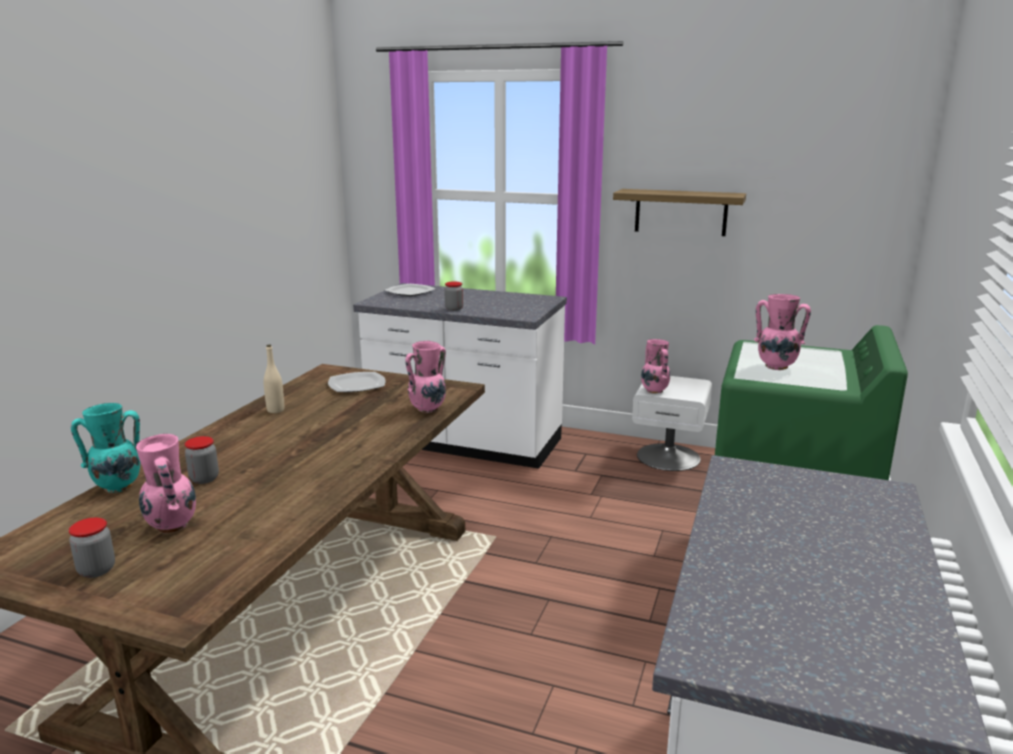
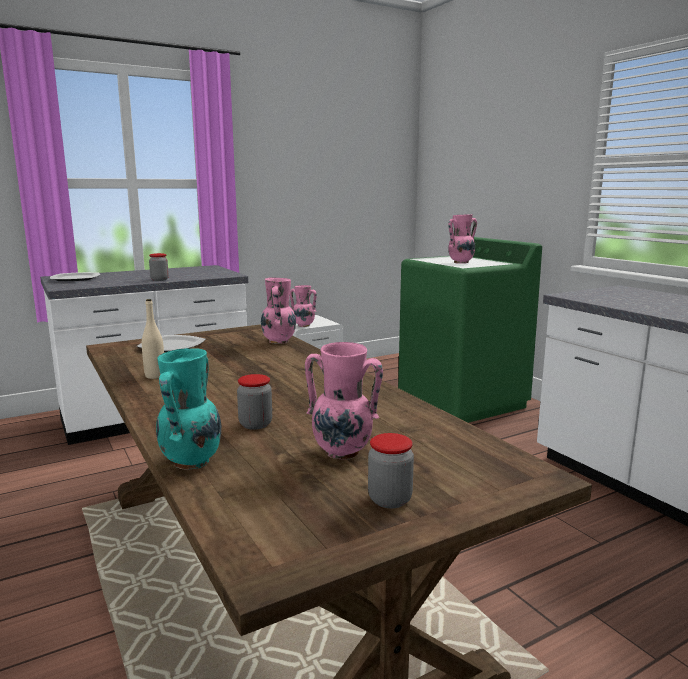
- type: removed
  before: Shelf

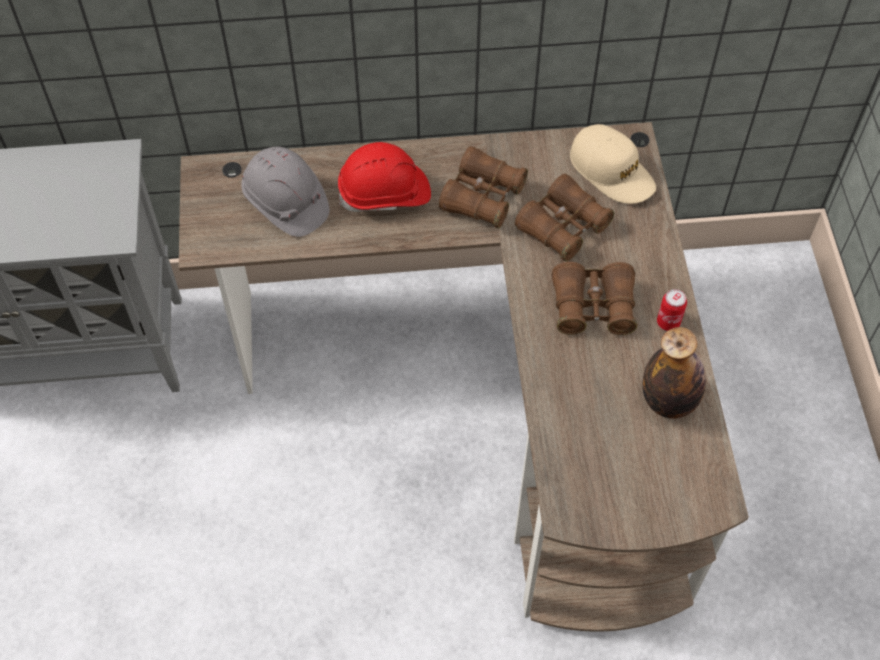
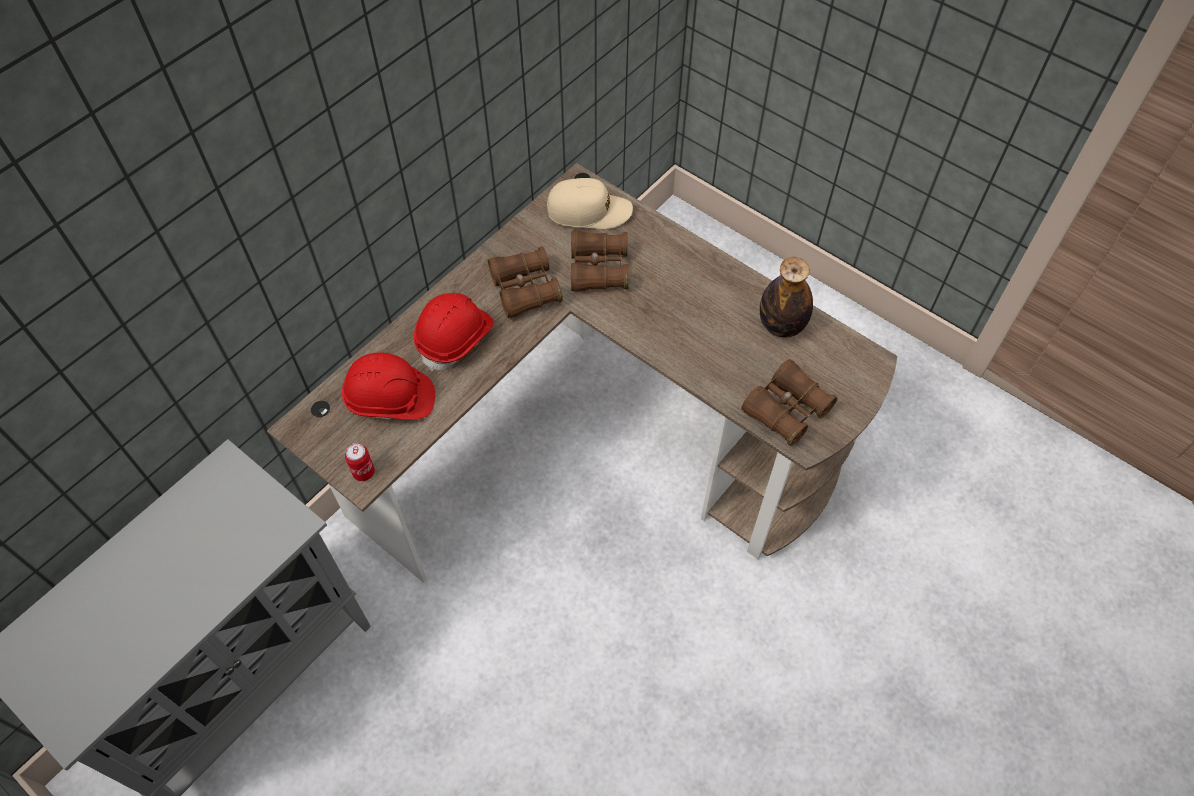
- type: recoloured
  before: GreyHardHat
  after: RedHardHat (1st from left)
- type: moved
  before: BrownBinoculars (3rd from left)
- type: moved
  before: Can

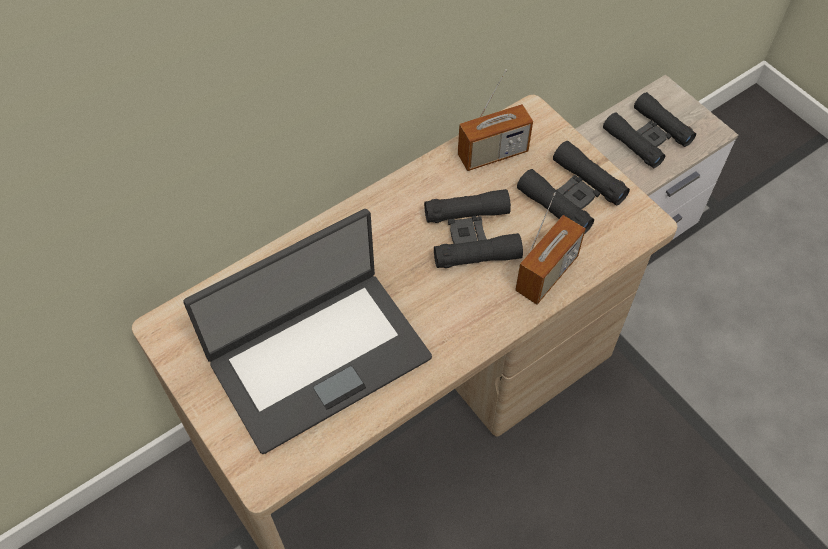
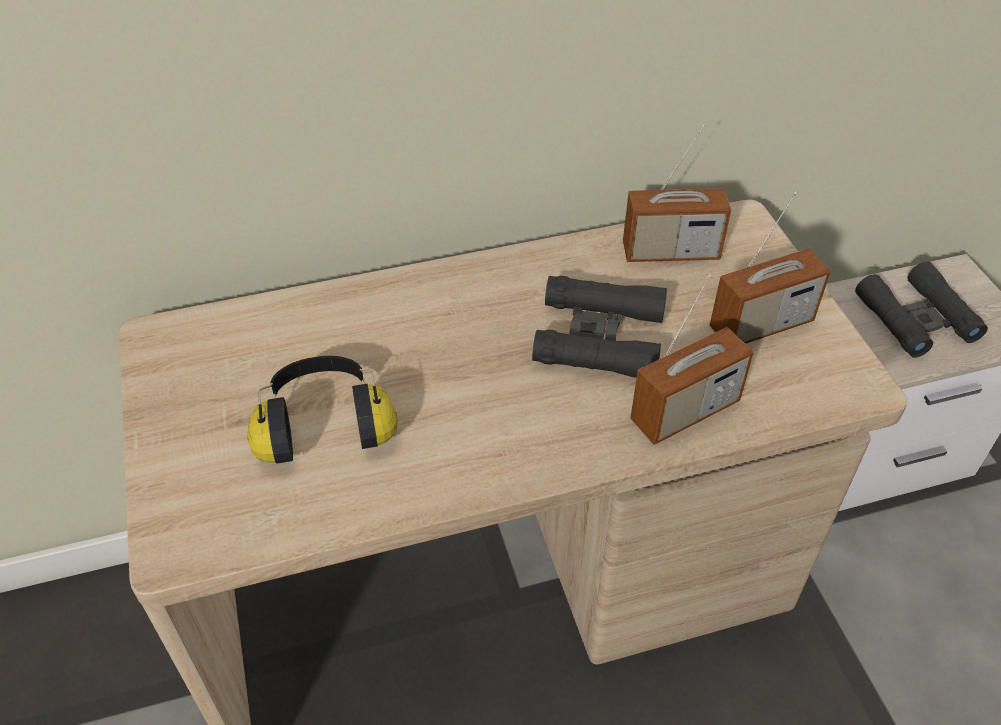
- type: replaced
  before: BlackBinoculars (2nd from left)
  after: Radio (3rd from left)
- type: replaced
  before: Laptop
  after: Headphones

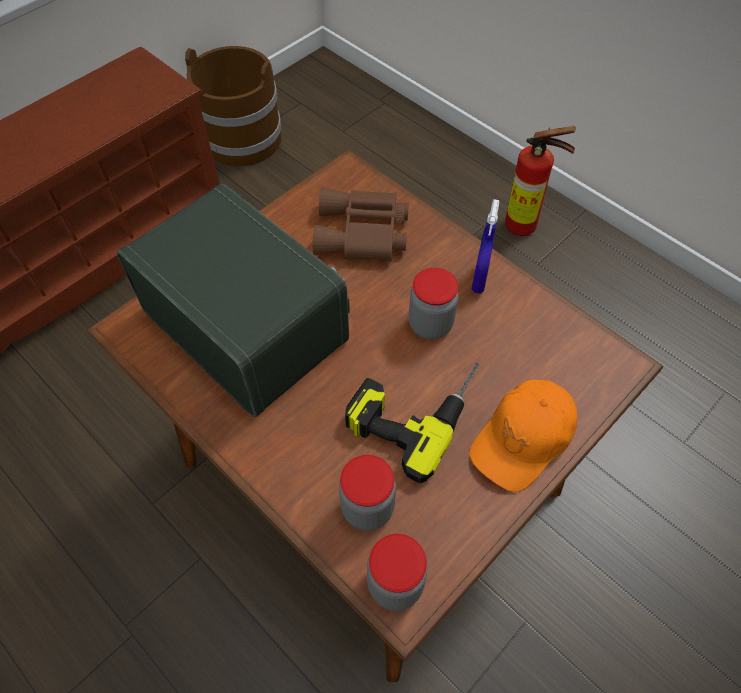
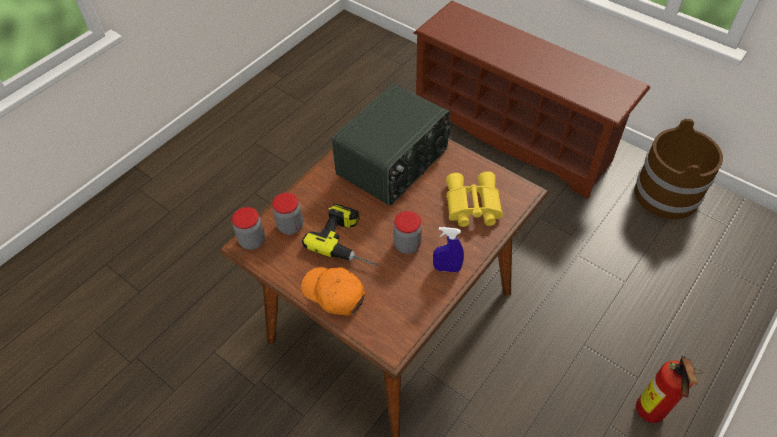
- type: recoloured
  before: BrownBinoculars
  after: YellowBinoculars

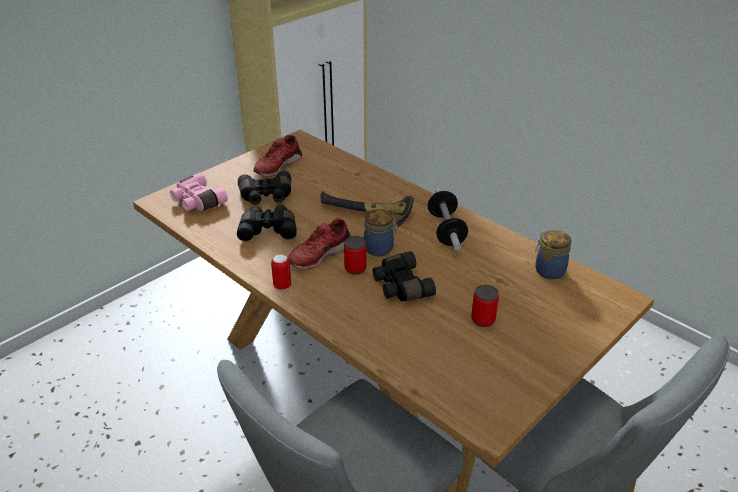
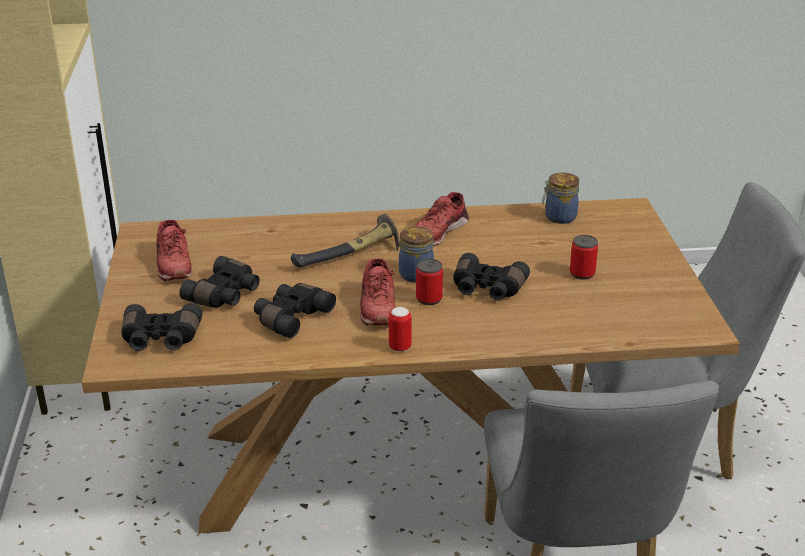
- type: recoloured
  before: PinkBinoculars
  after: BlackBinoculars (1st from left)
- type: replaced
  before: Dumbbell
  after: RedShoe (3rd from left)

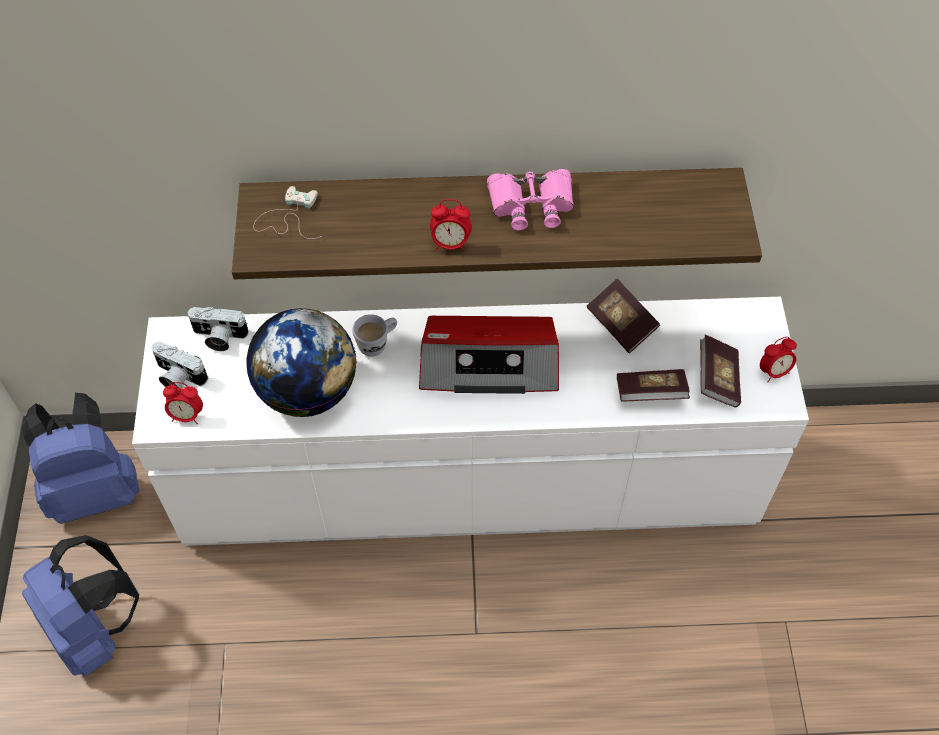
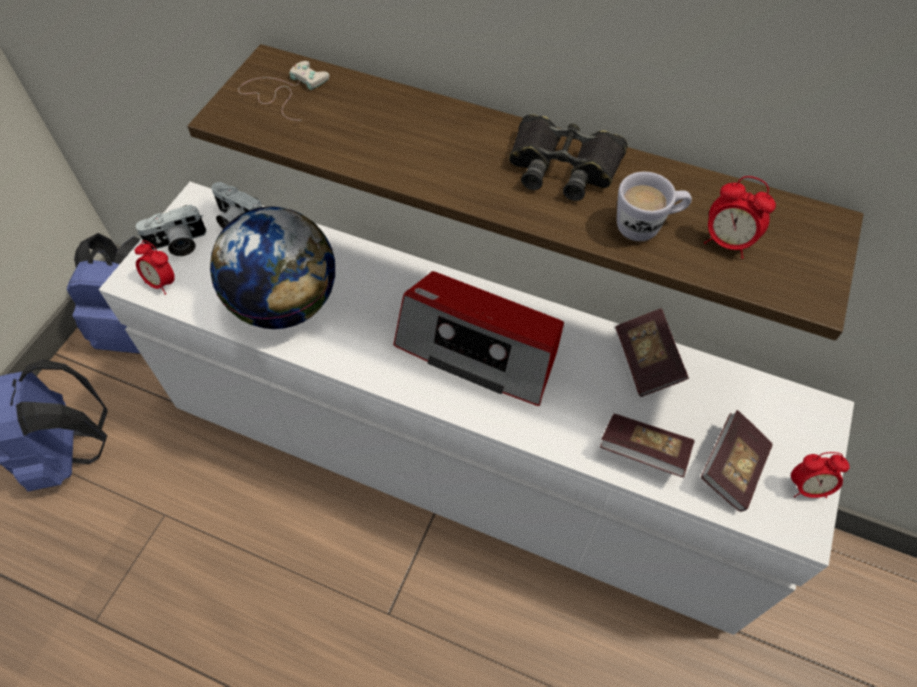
- type: recoloured
  before: PinkBinoculars
  after: BlackBinoculars
- type: moved
  before: AlarmClock (2nd from left)
- type: moved
  before: WhiteMug
- type: turned
  before: PhotoCamera (1st from left)
  turn: -75

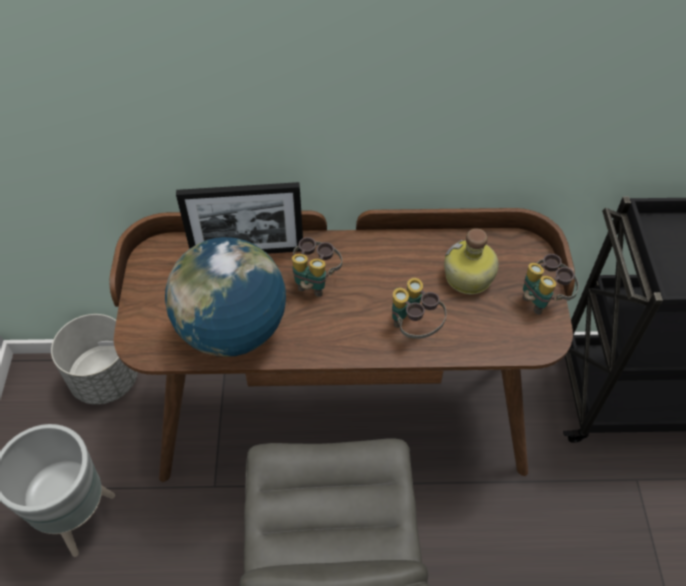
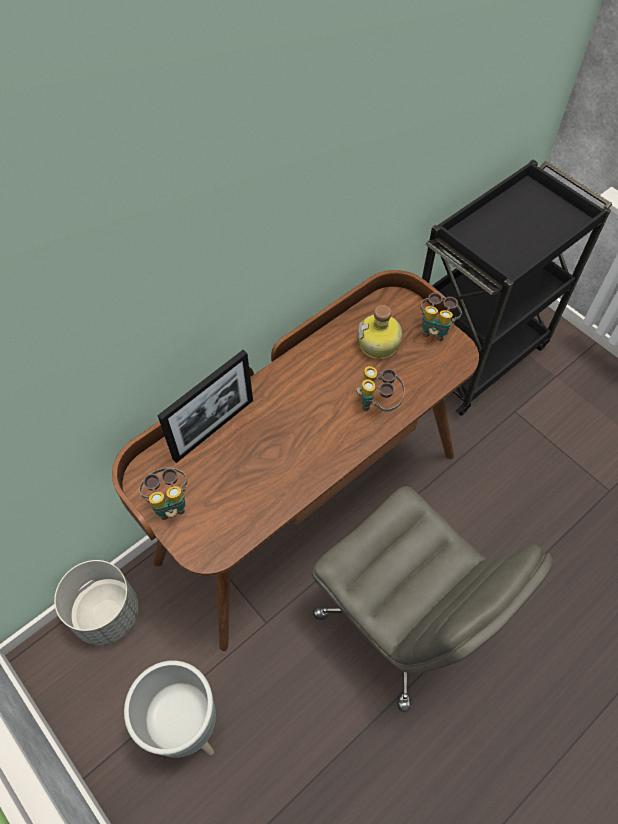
- type: removed
  before: Globe
- type: moved
  before: Binoculars (1st from left)

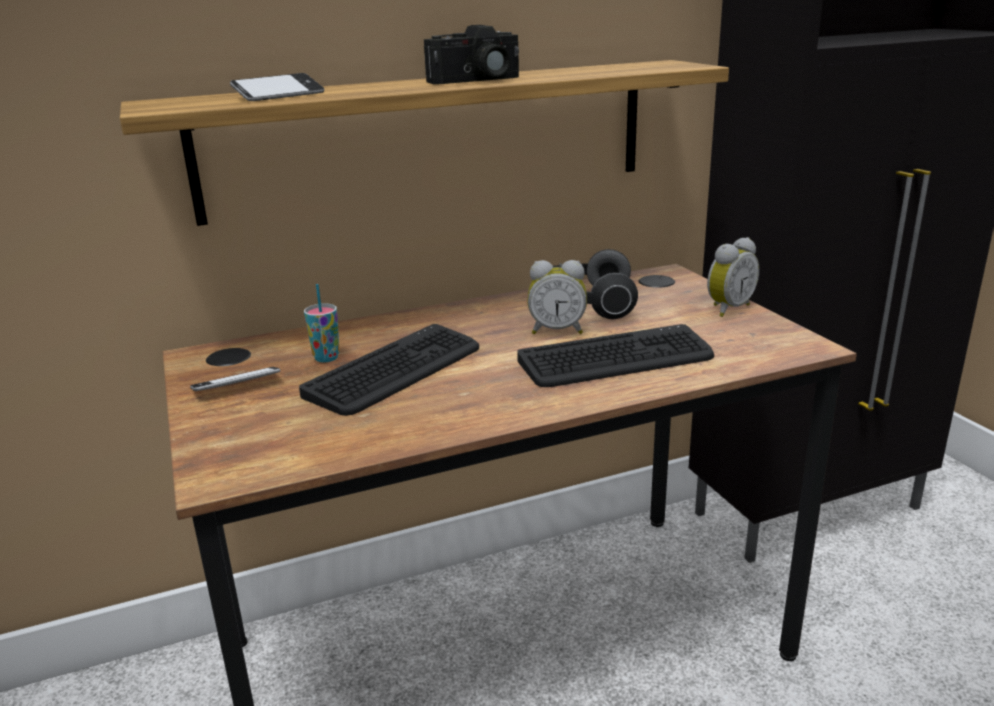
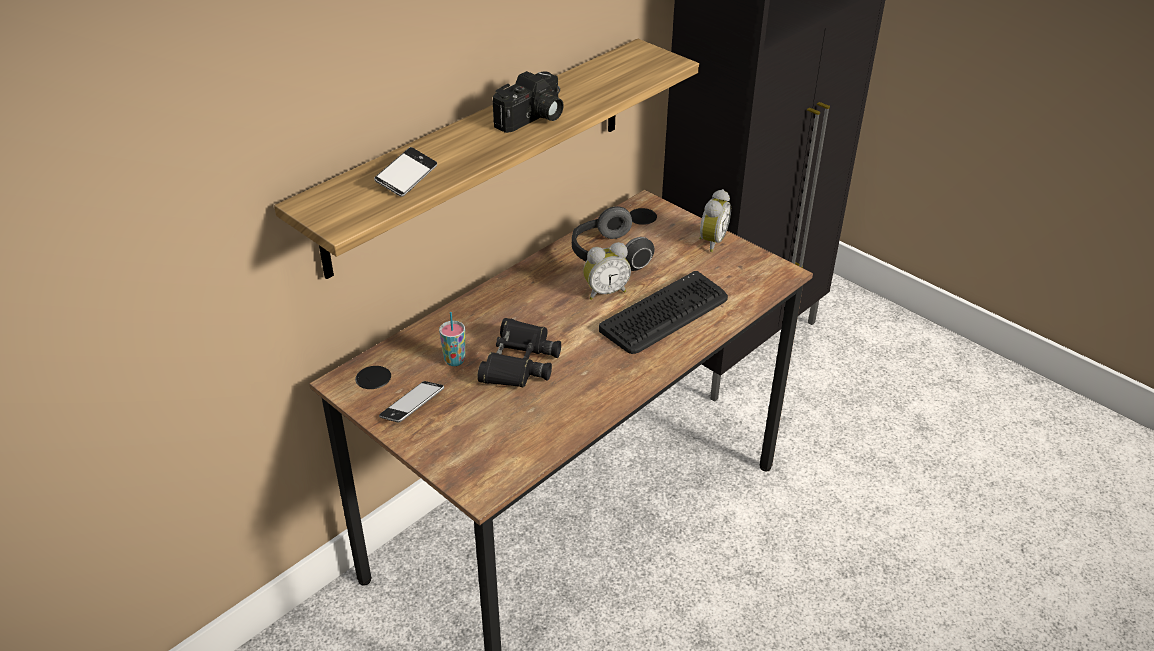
- type: replaced
  before: Keyboard (1st from left)
  after: BlackBinoculars

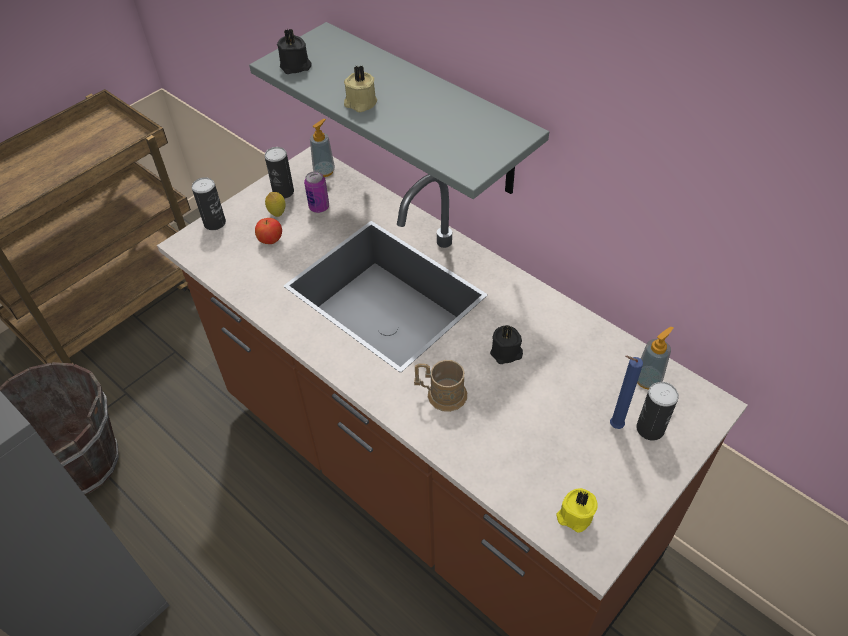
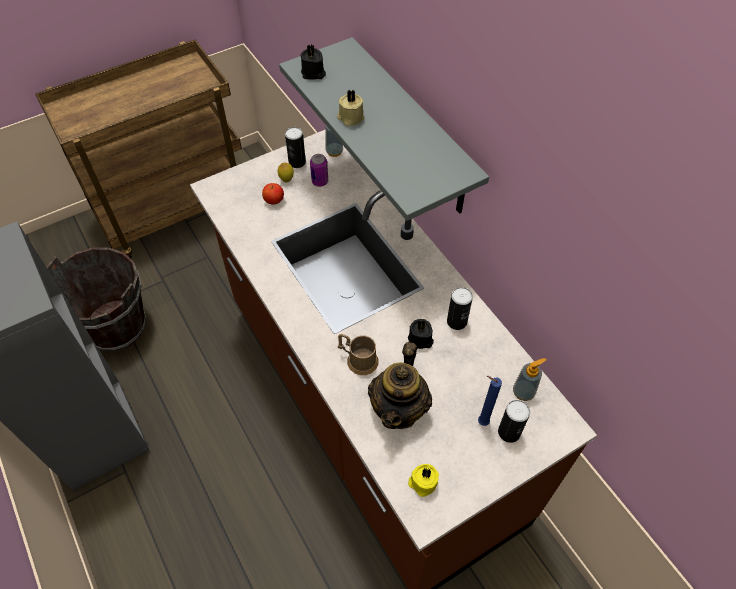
- type: moved
  before: Can (1st from left in the first image)
  after: Can (3rd from left)
- type: added
  after: Teapot

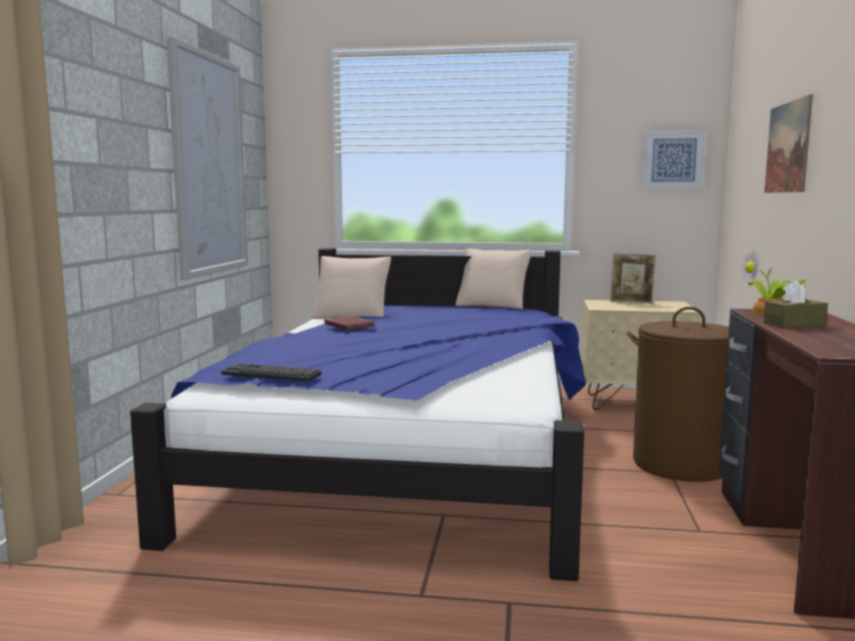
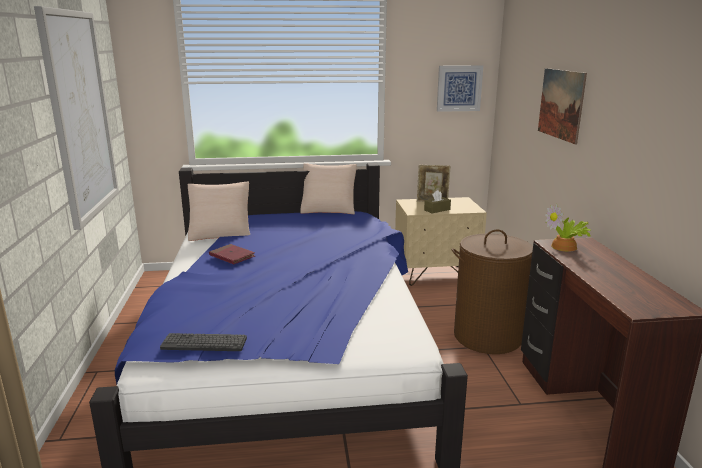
- type: moved
  before: BrownTissueBox

